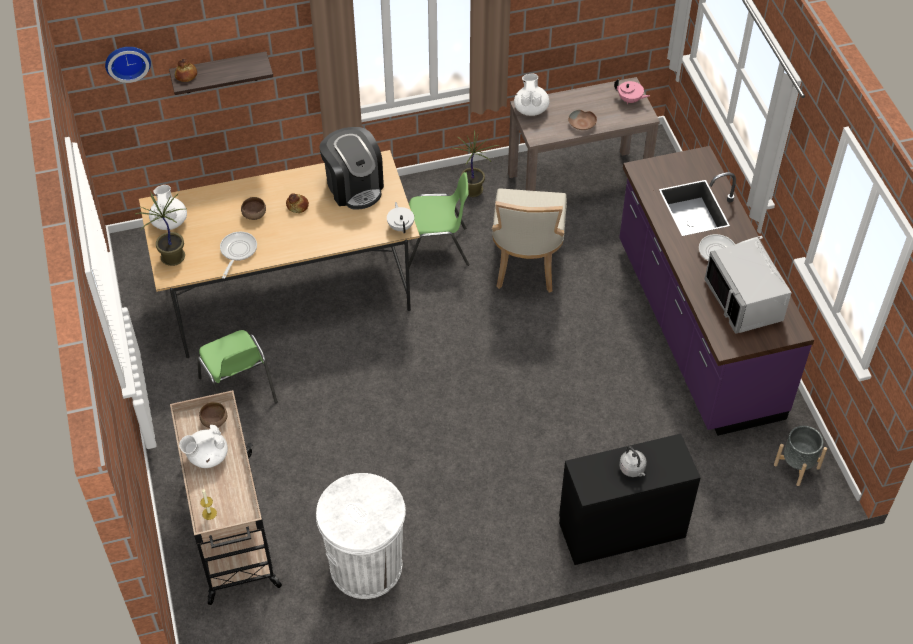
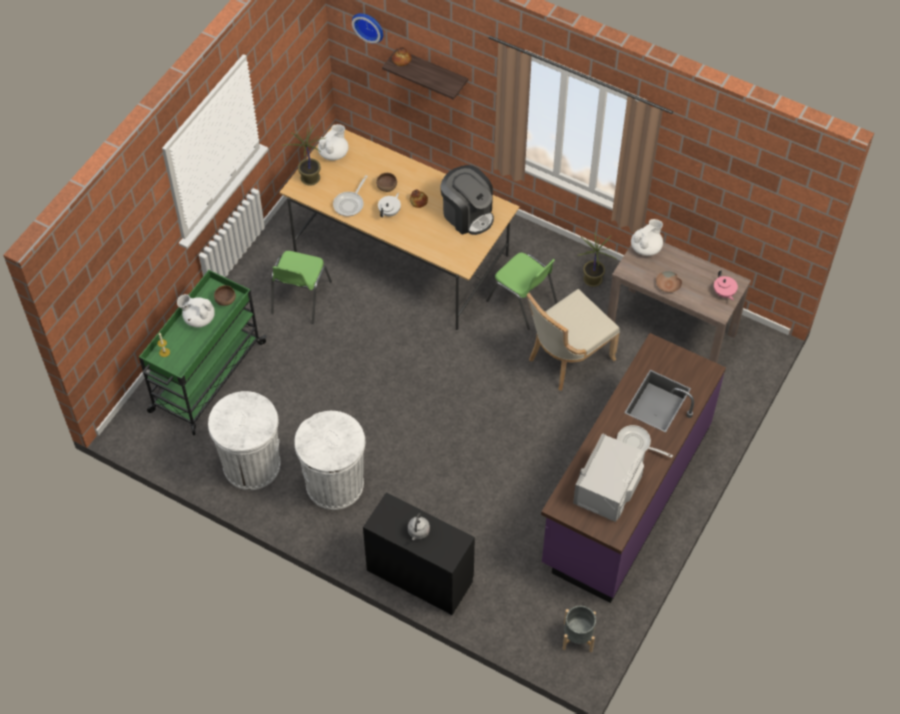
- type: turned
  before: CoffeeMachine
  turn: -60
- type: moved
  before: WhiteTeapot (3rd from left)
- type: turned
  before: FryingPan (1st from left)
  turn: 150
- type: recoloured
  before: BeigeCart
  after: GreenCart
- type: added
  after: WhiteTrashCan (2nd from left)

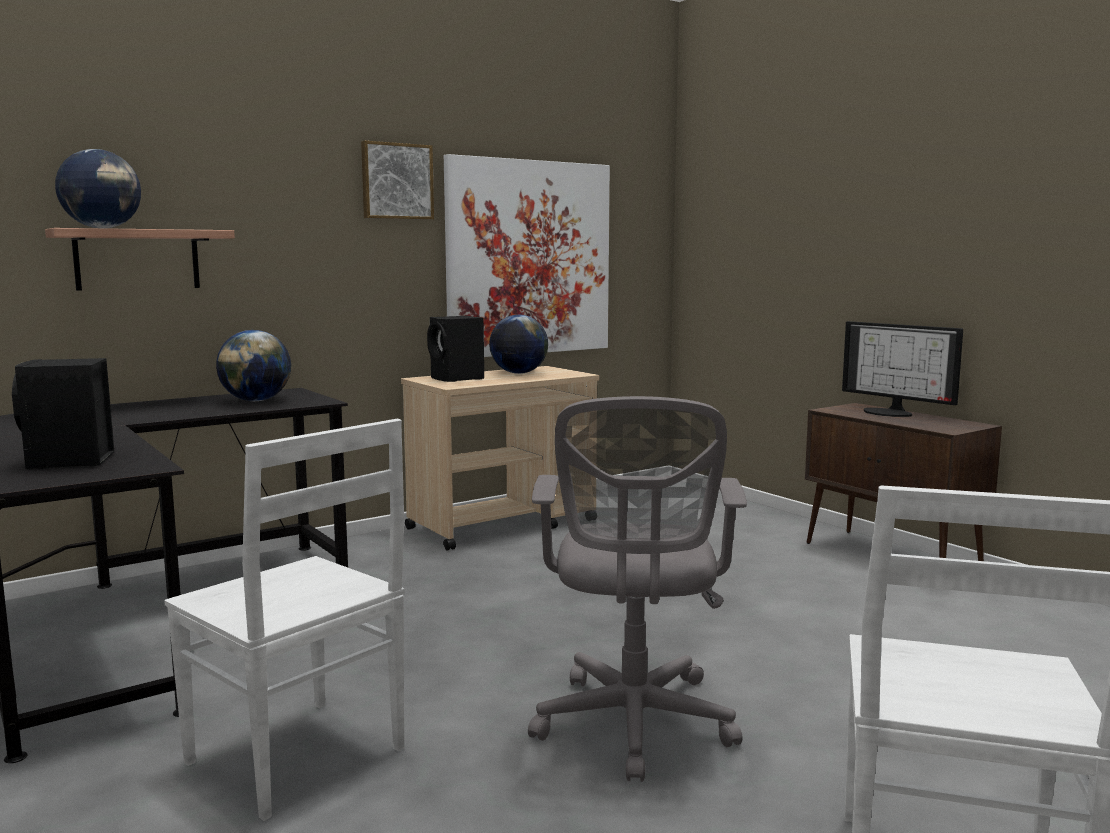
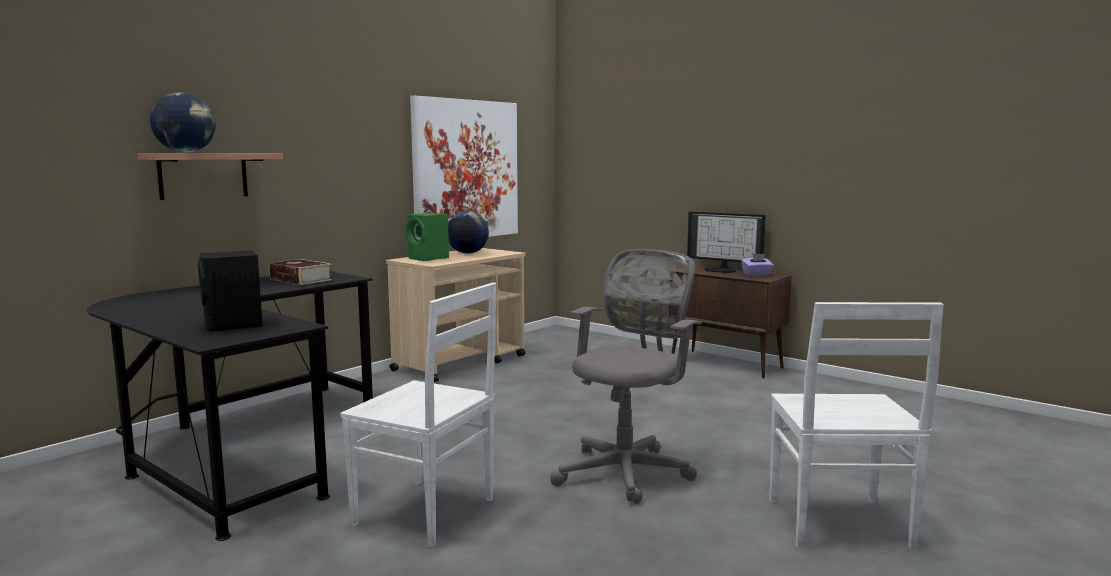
- type: removed
  before: Picture (1st from left)
- type: recoloured
  before: BlackSpeaker (2nd from left)
  after: GreenSpeaker
- type: replaced
  before: Globe (2nd from left)
  after: Book
- type: turned
  before: GreyOfficeChair
  turn: -135
- type: added
  after: PurpleTissueBox

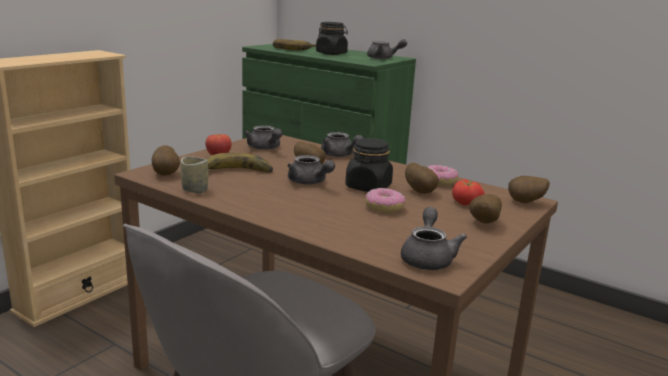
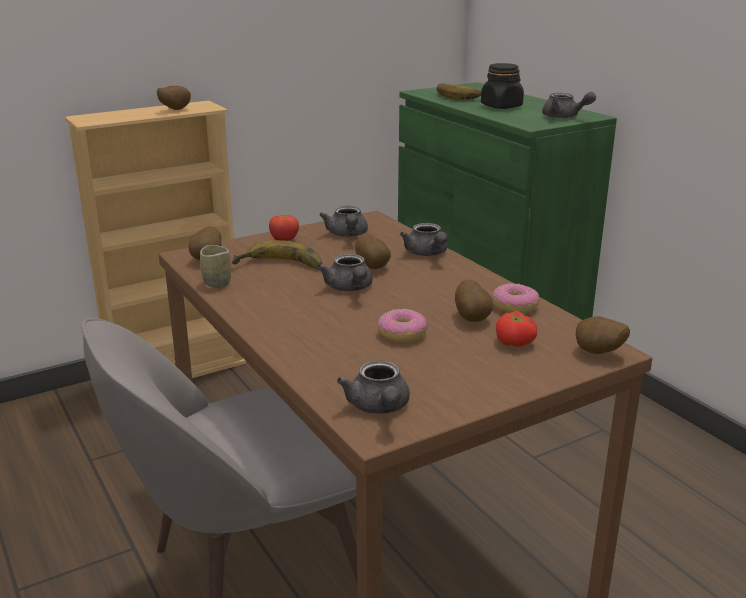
- type: removed
  before: BlackJar (2nd from left)
- type: moved
  before: Potato (4th from left in the first image)
  after: Potato (1st from left)
- type: turned
  before: GreyTeapot (5th from left in the first image)
  turn: 135

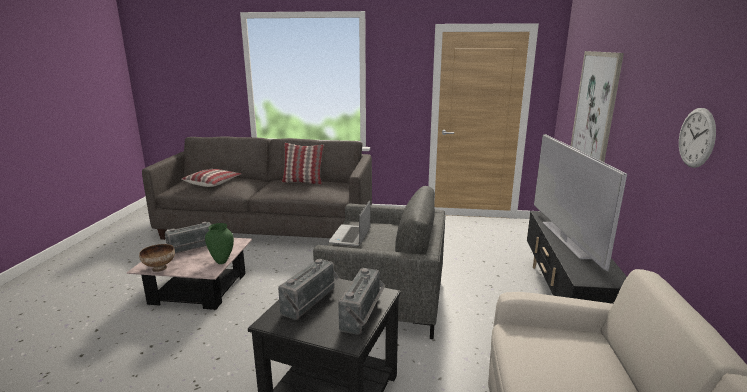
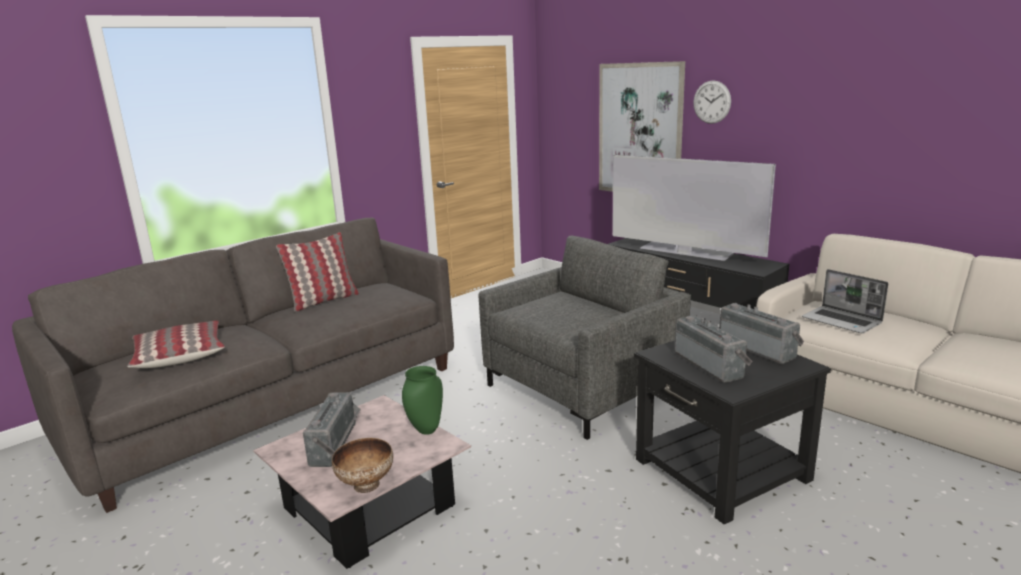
- type: moved
  before: WallClock
- type: moved
  before: Laptop

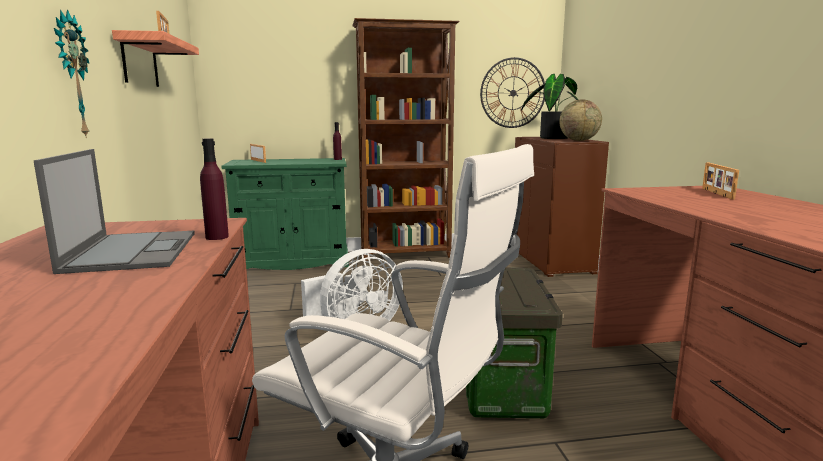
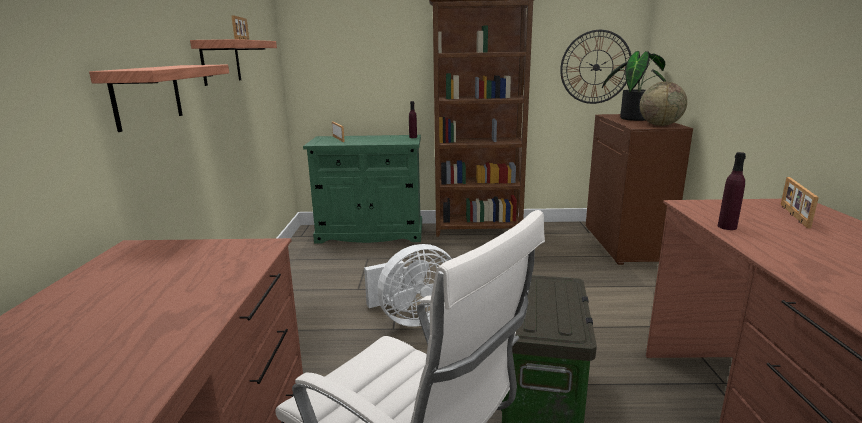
- type: replaced
  before: WallClock (1st from left)
  after: Shelf (1st from left)
- type: moved
  before: PurpleBottle (1st from left in the first image)
  after: PurpleBottle (2nd from left)
- type: removed
  before: Laptop

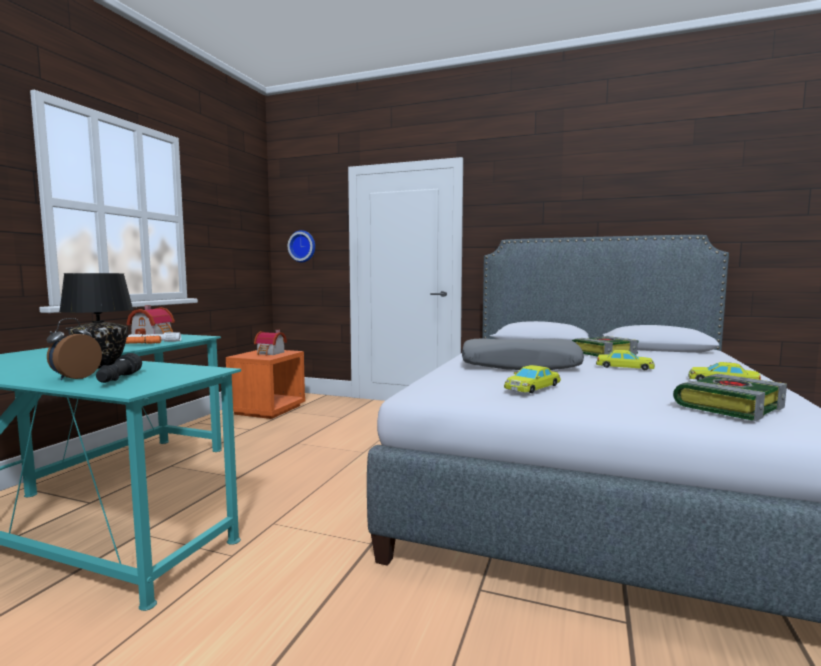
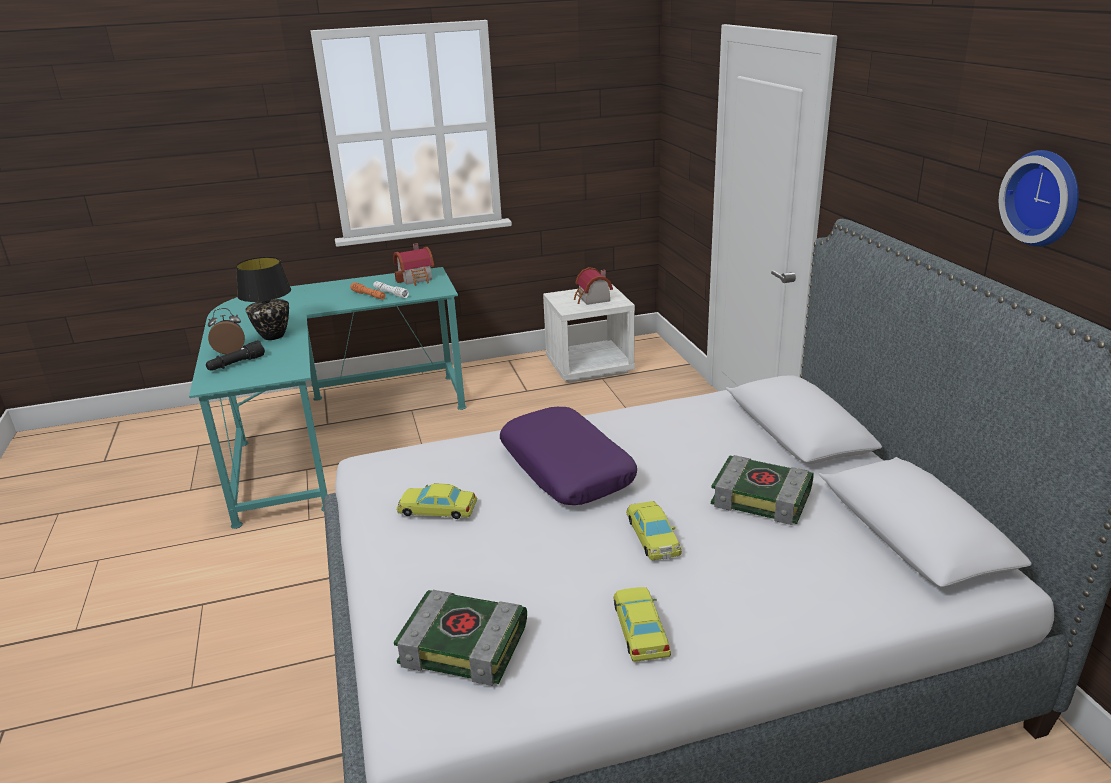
- type: moved
  before: WallClock
- type: recoloured
  before: GreyPillow
  after: PurplePillow
- type: recoloured
  before: OrangeNightstand
  after: WhiteNightstand

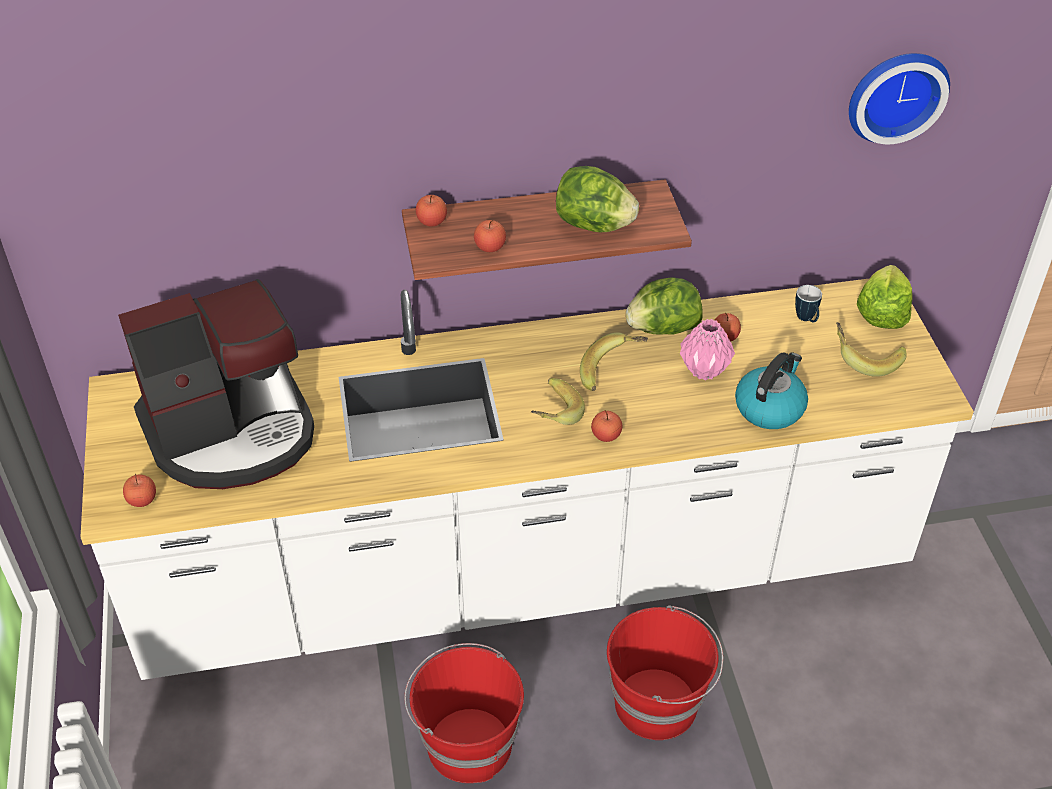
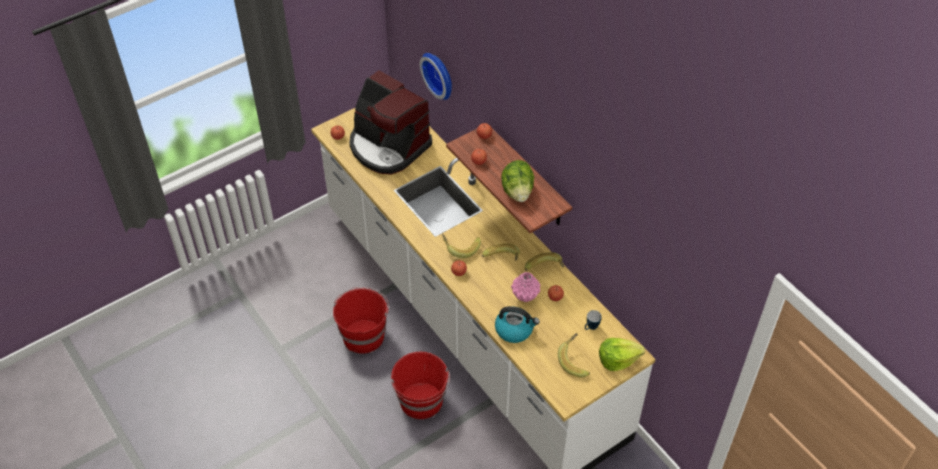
- type: moved
  before: WallClock
- type: replaced
  before: Lettuce (2nd from left)
  after: Banana (3rd from left)

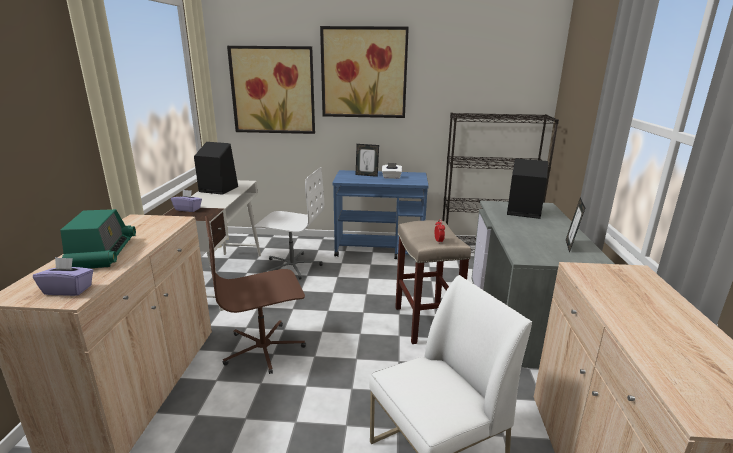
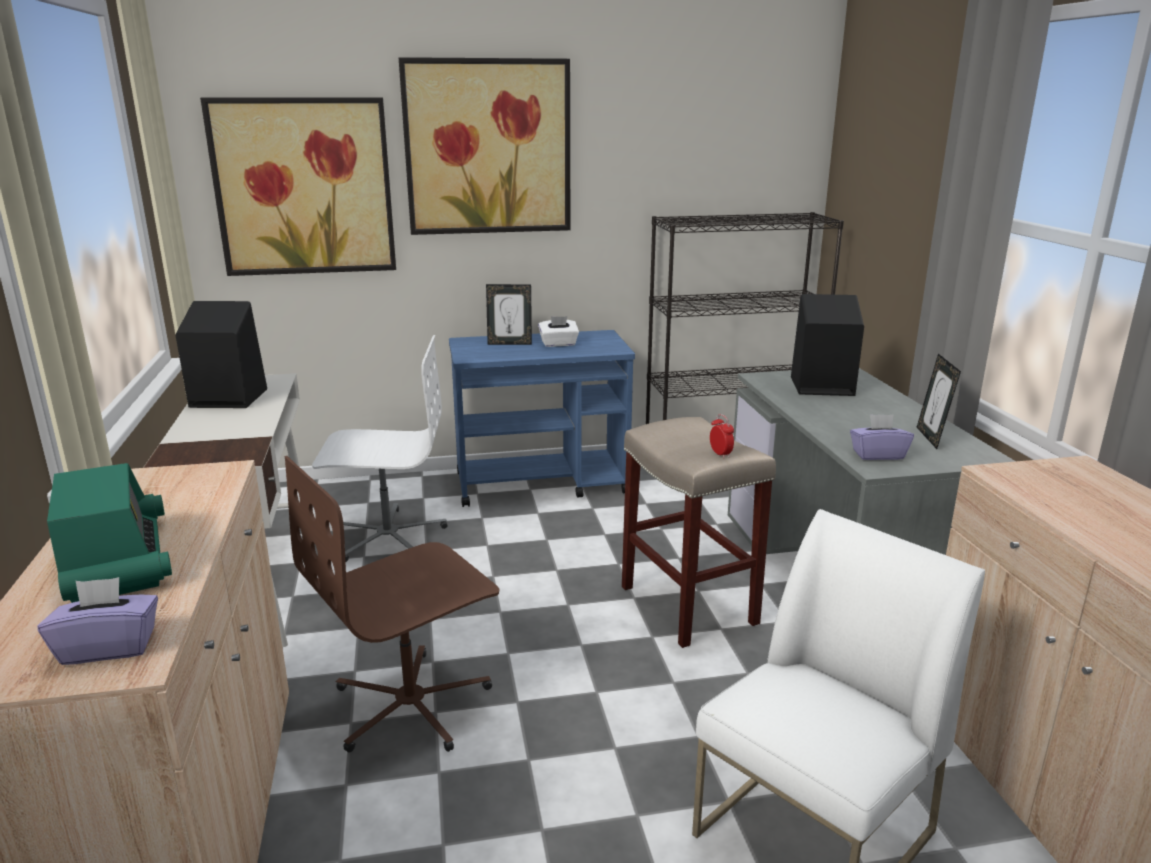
- type: moved
  before: PurpleTissueBox (2nd from left)

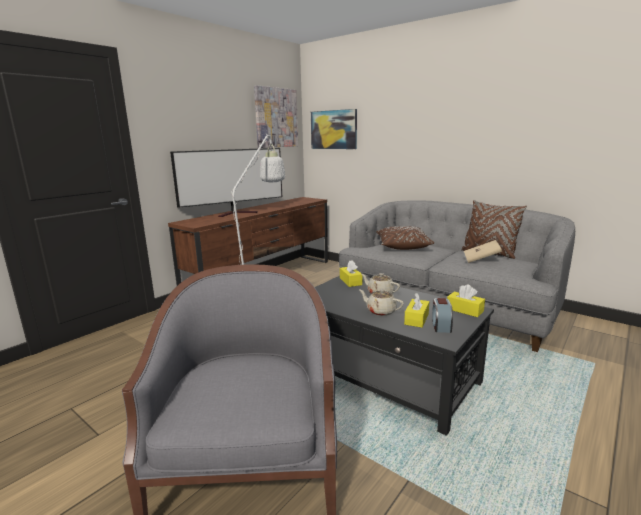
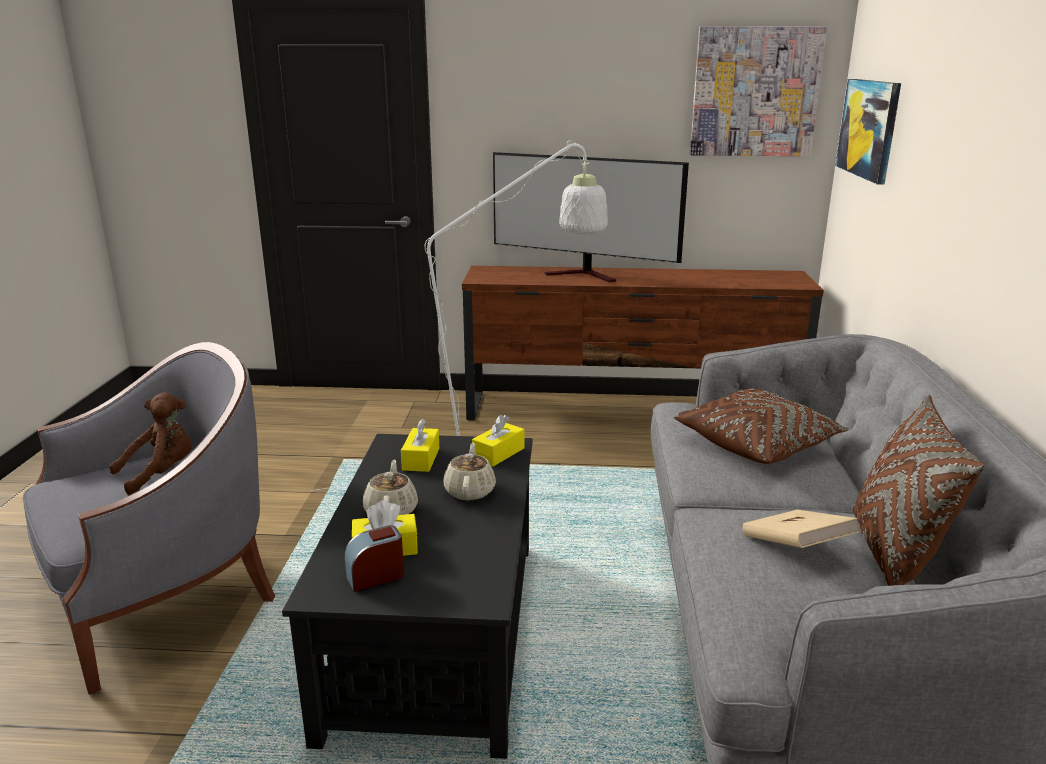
- type: moved
  before: YellowTissueBox (3rd from left in the first image)
  after: YellowTissueBox (2nd from left)
- type: added
  after: BrownPlushToy

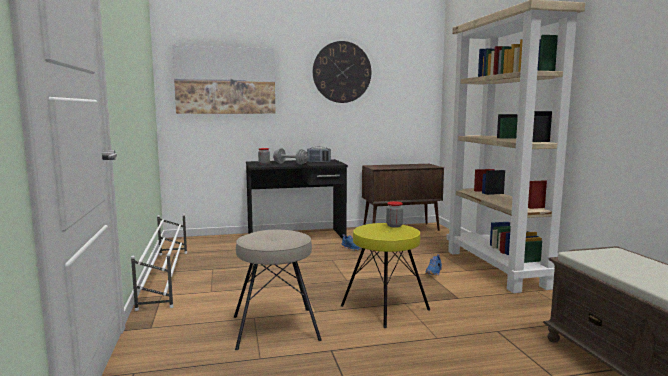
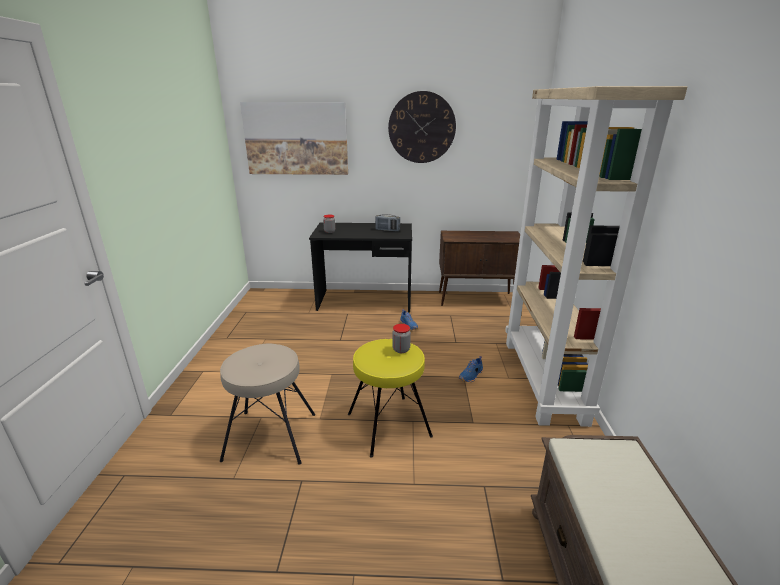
- type: removed
  before: GreyDumbbell
- type: removed
  before: WhiteShoeRack

